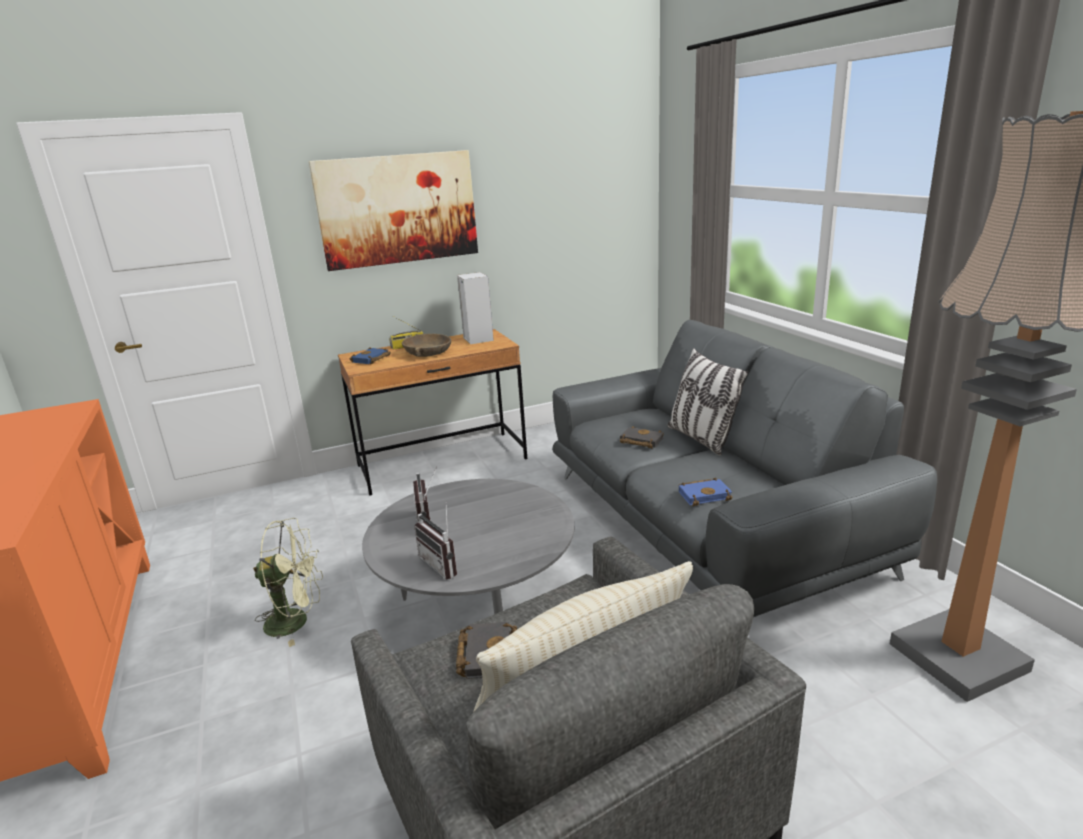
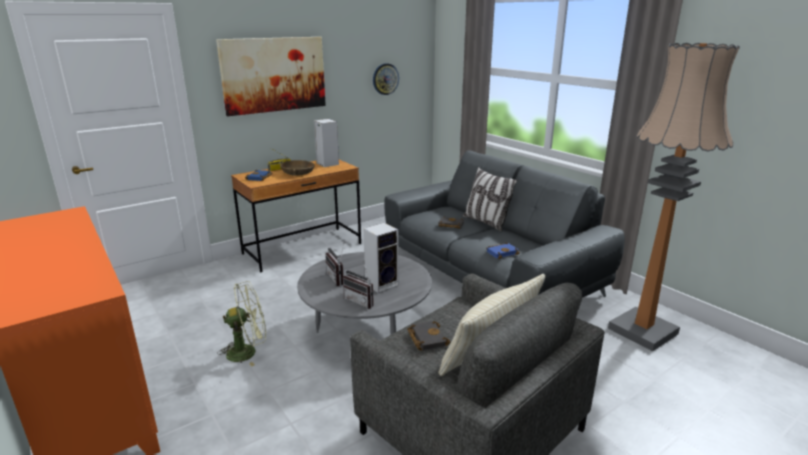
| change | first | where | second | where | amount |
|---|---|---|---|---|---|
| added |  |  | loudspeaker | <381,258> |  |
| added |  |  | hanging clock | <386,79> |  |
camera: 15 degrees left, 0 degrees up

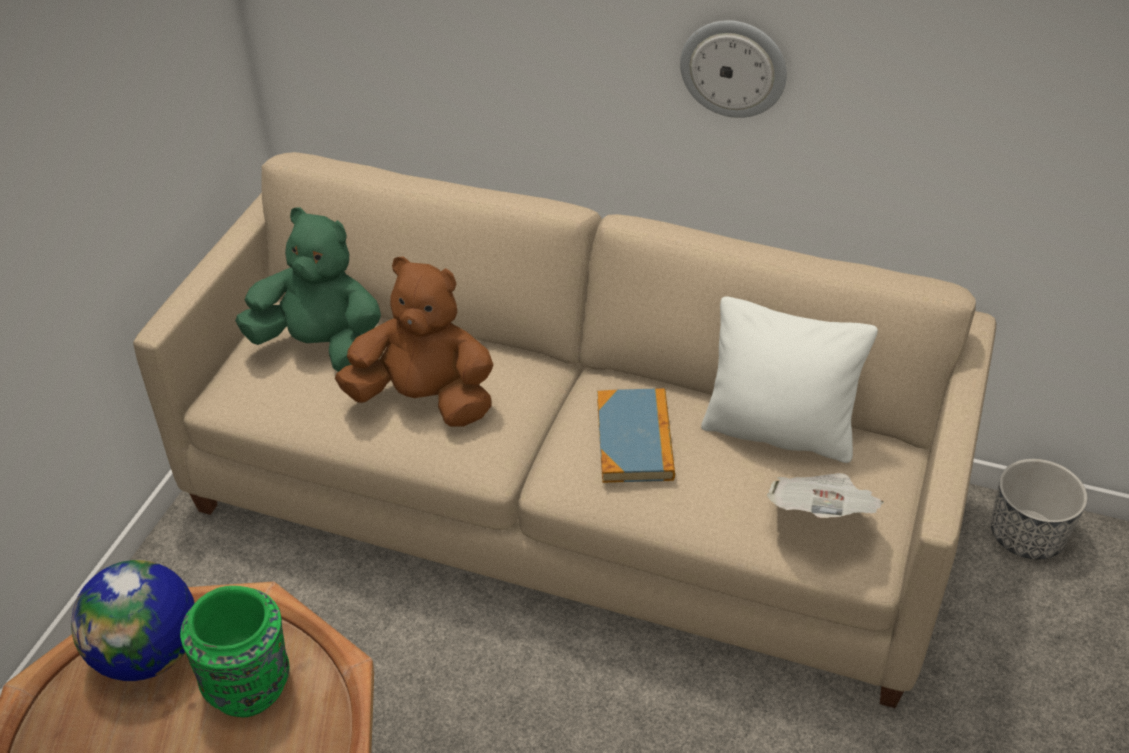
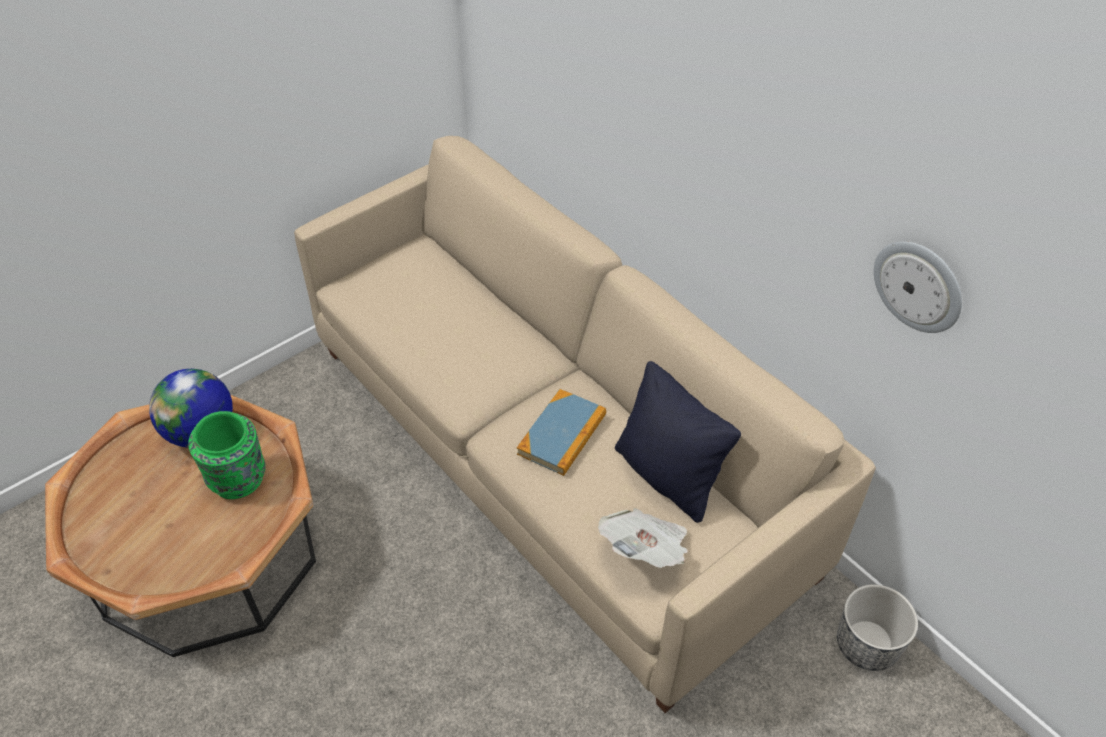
| change | first | where | second | where | amount |
|---|---|---|---|---|---|
| removed | green soft toy | <308,289> |  |  |  |
| removed | brown soft toy | <414,341> |  |  |  |
| moved | hanging clock | <733,69> |  | <918,287> |  |
| recoloured | white-coloured pillow | <789,379> | blackish pillow | <678,442> |  |
camera: 30 degrees right, 5 degrees up

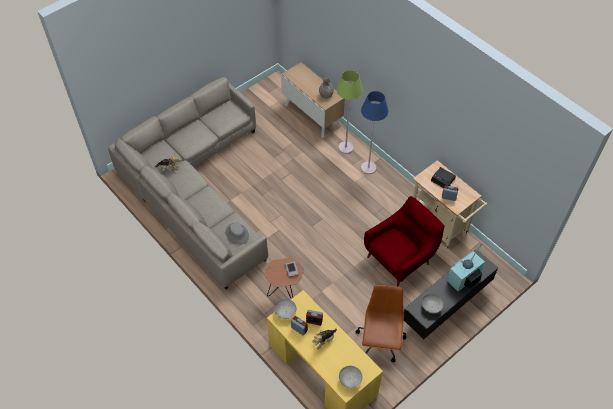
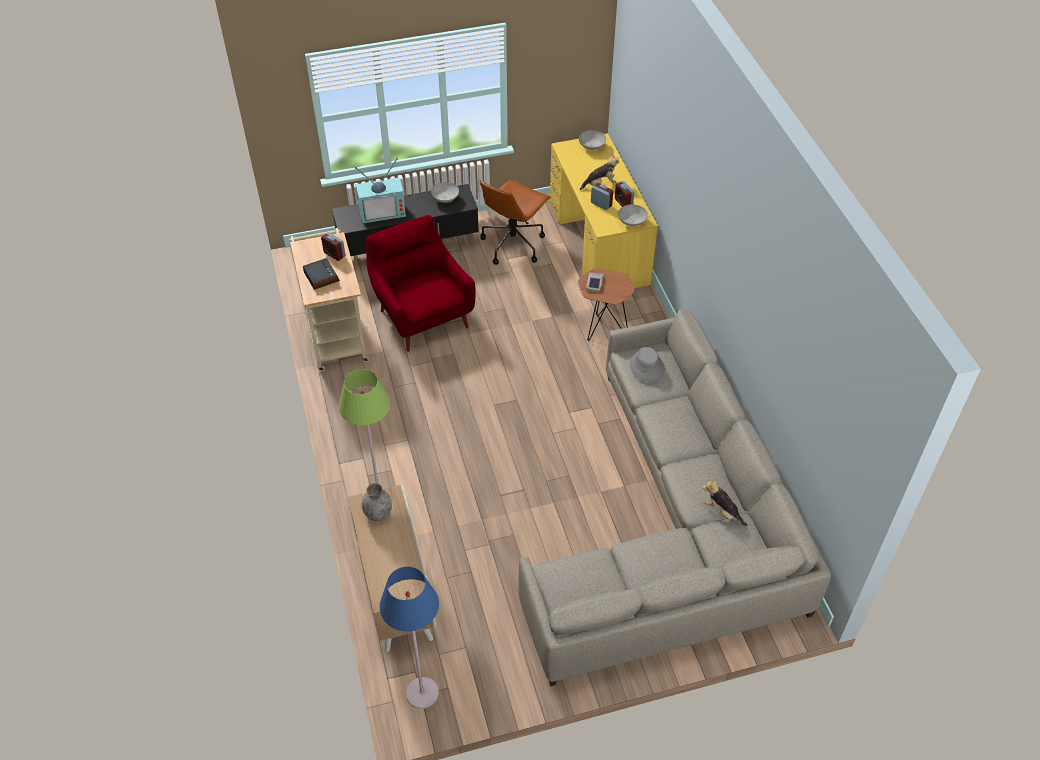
| change | first | where | second | where | amount |
|---|---|---|---|---|---|
| moved | bluish standard lamp | <374,132> |  | <409,638> |  |
| turned | red-coloured lounge chair | <404,241> |  | <421,283> | 75 degrees clockwise |
camera: 155 degrees left, 5 degrees down

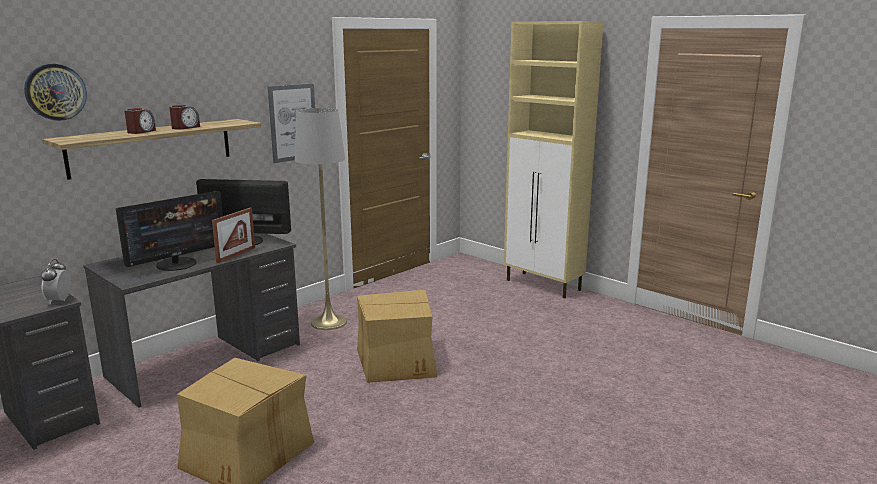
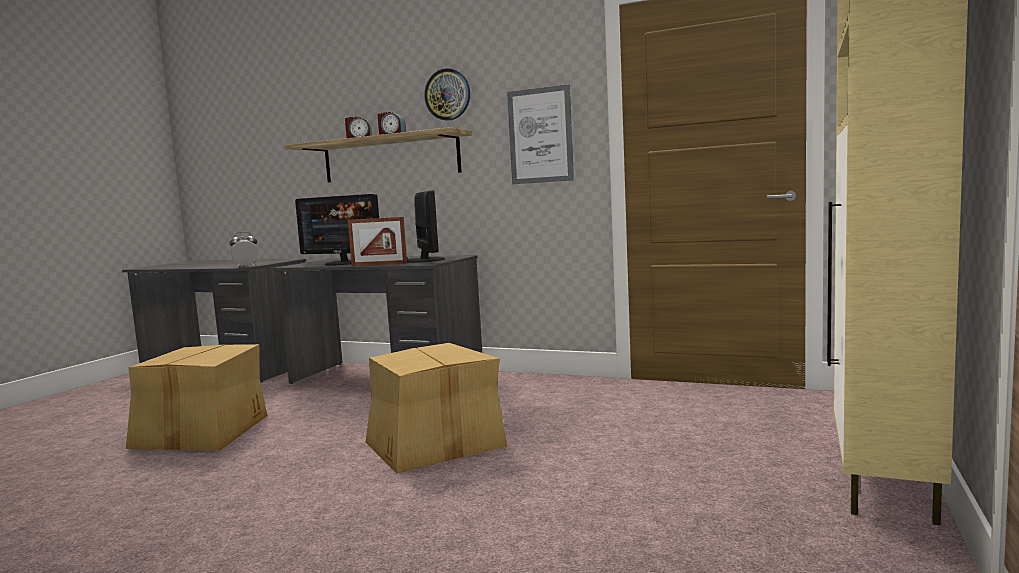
| change | first | where | second | where | amount |
|---|---|---|---|---|---|
| moved | hanging clock | <55,92> |  | <447,94> |  |
| removed | greyish standard lamp | <321,219> |  |  |  |
camera: 70 degrees right, 10 degrees down

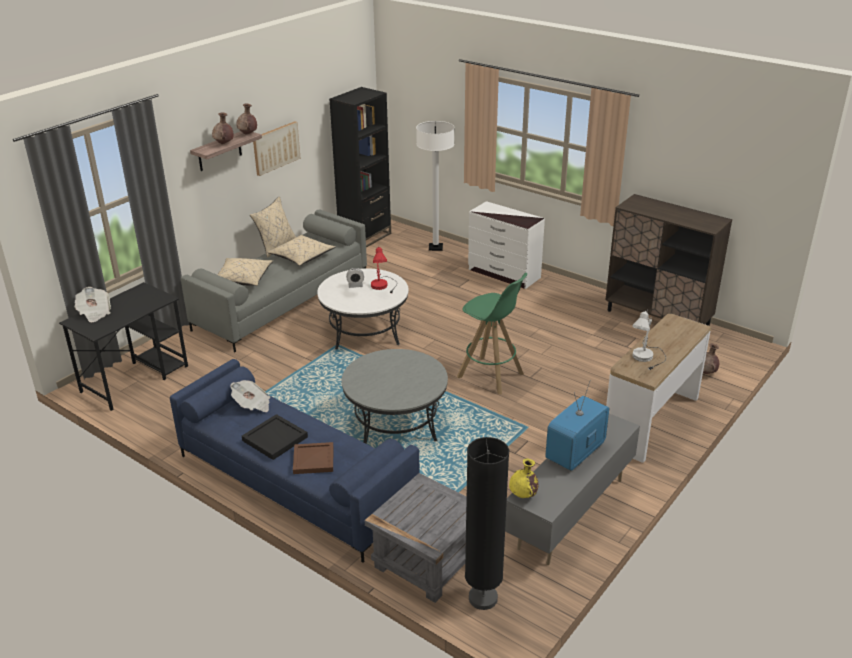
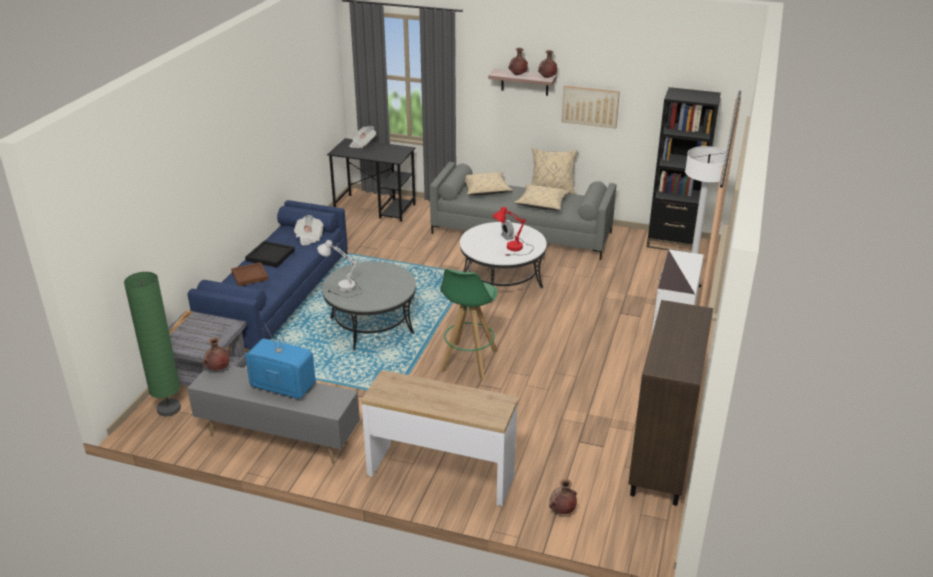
| change | first | where | second | where | amount |
|---|---|---|---|---|---|
| recoloured | blackish standard lamp | <487,523> | green standard lamp | <152,344> |  |
| recoloured | yellowish decorative vase | <523,478> | brown decorative vase | <216,354> |  |
| moved | white-coloured lamp for a table | <649,340> |  | <340,268> |  |
camera: 70 degrees right, 0 degrees up

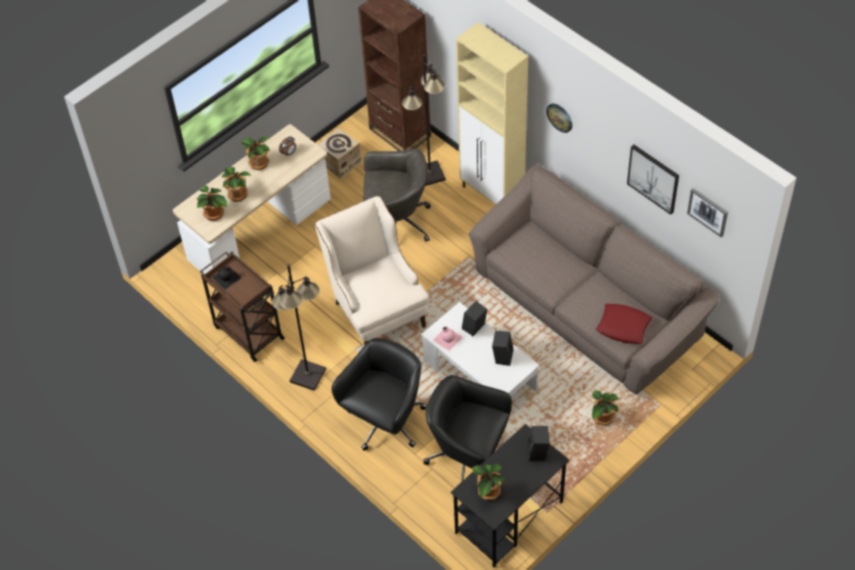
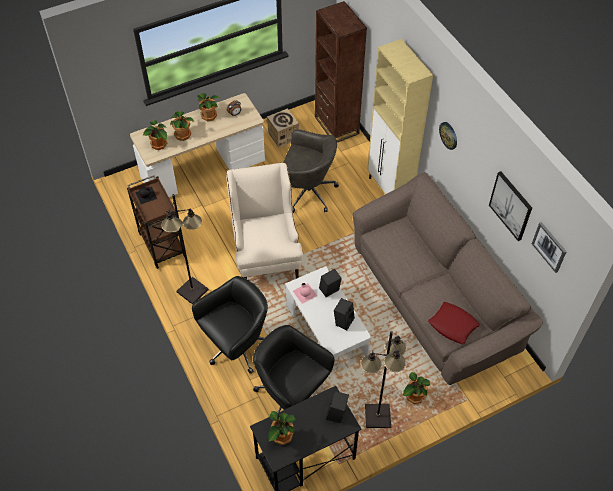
| change | first | where | second | where | amount |
|---|---|---|---|---|---|
| moved | blackish standard lamp | <424,120> |  | <384,379> |  |
camera: 15 degrees right, 0 degrees up

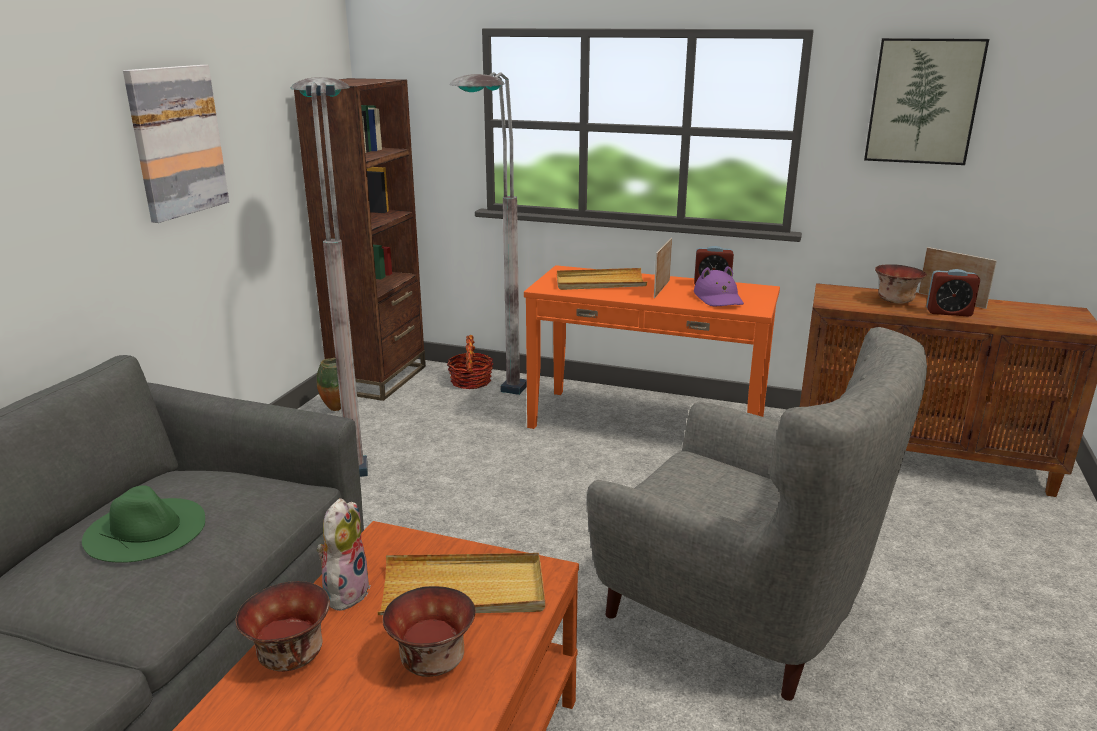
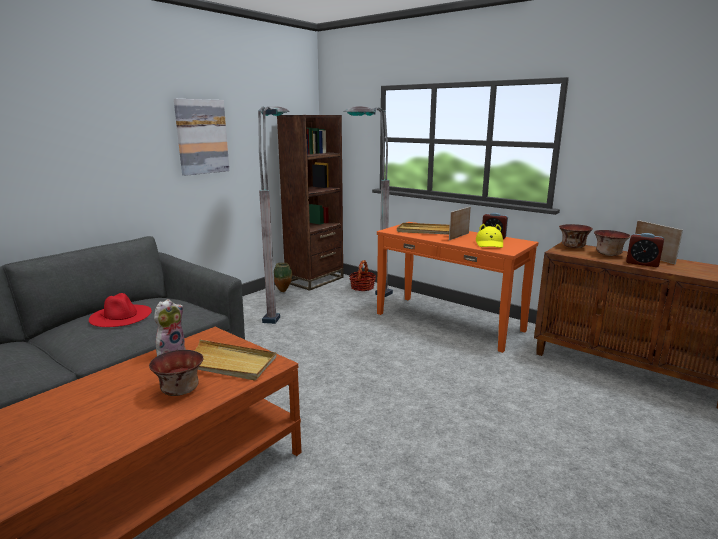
| change | first | where | second | where | amount |
|---|---|---|---|---|---|
| recoloured | green clothing hat | <143,524> | red-coloured clothing hat | <120,310> |  |
| moved | bowl | <282,626> |  | <576,236> |  |
| removed | greyish lounge chair | <757,514> |  |  |  |
| recoloured | purple clothing hat | <719,286> | yellowish clothing hat | <489,236> |  |
| removed | picture | <926,101> |  |  |  |
camera: 20 degrees right, 5 degrees down

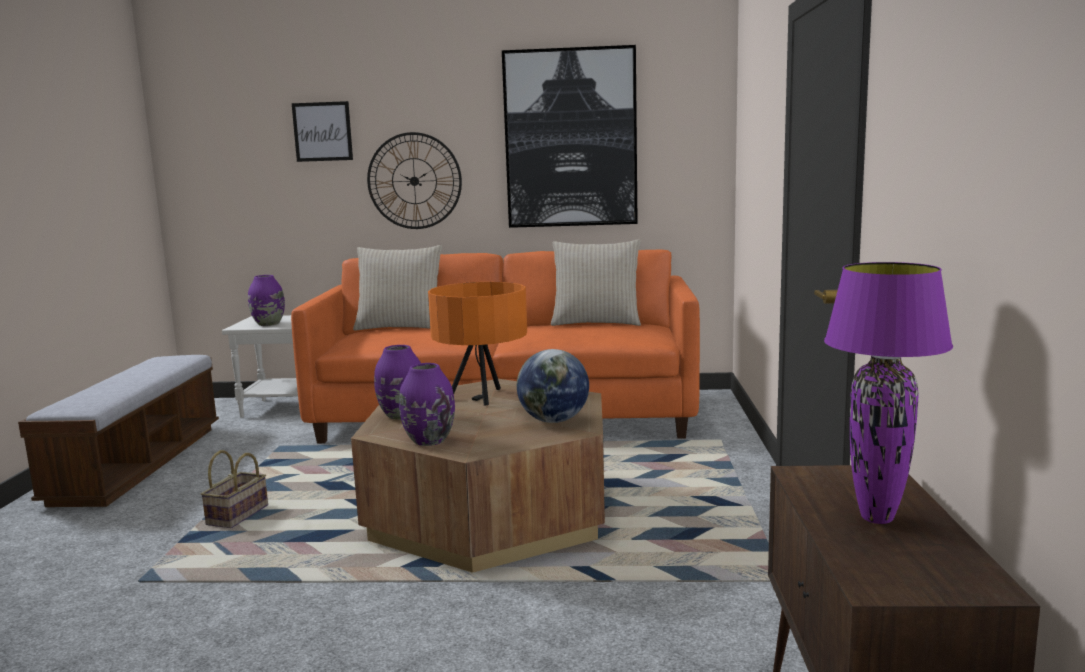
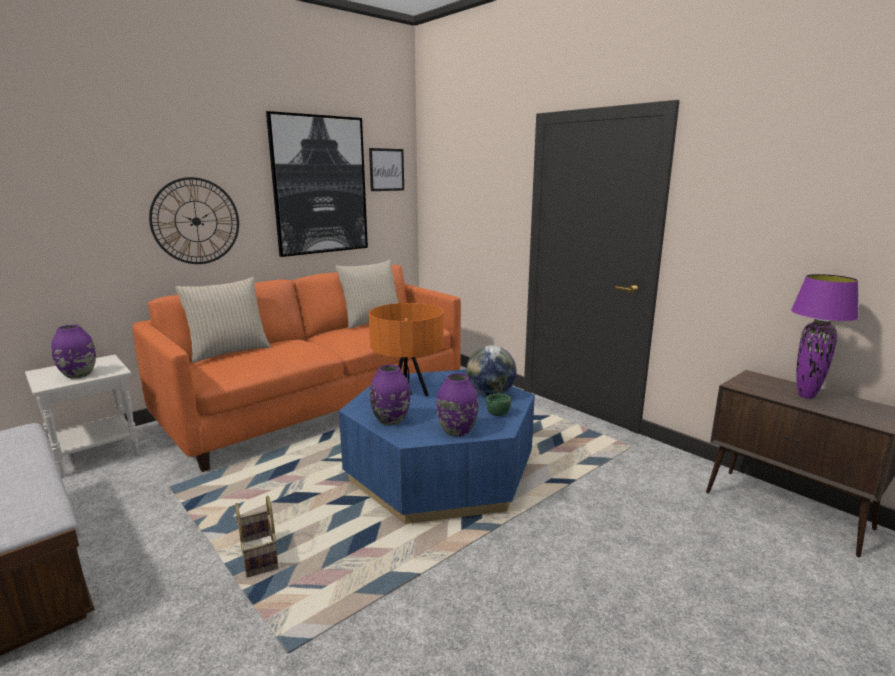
| change | first | where | second | where | amount |
|---|---|---|---|---|---|
| moved | picture | <322,131> |  | <386,169> |  |
| recoloured | brown coffee table | <478,476> | bluish coffee table | <437,446> |  |
| added |  |  | green bowl | <498,404> |  |
camera: 45 degrees left, 5 degrees up

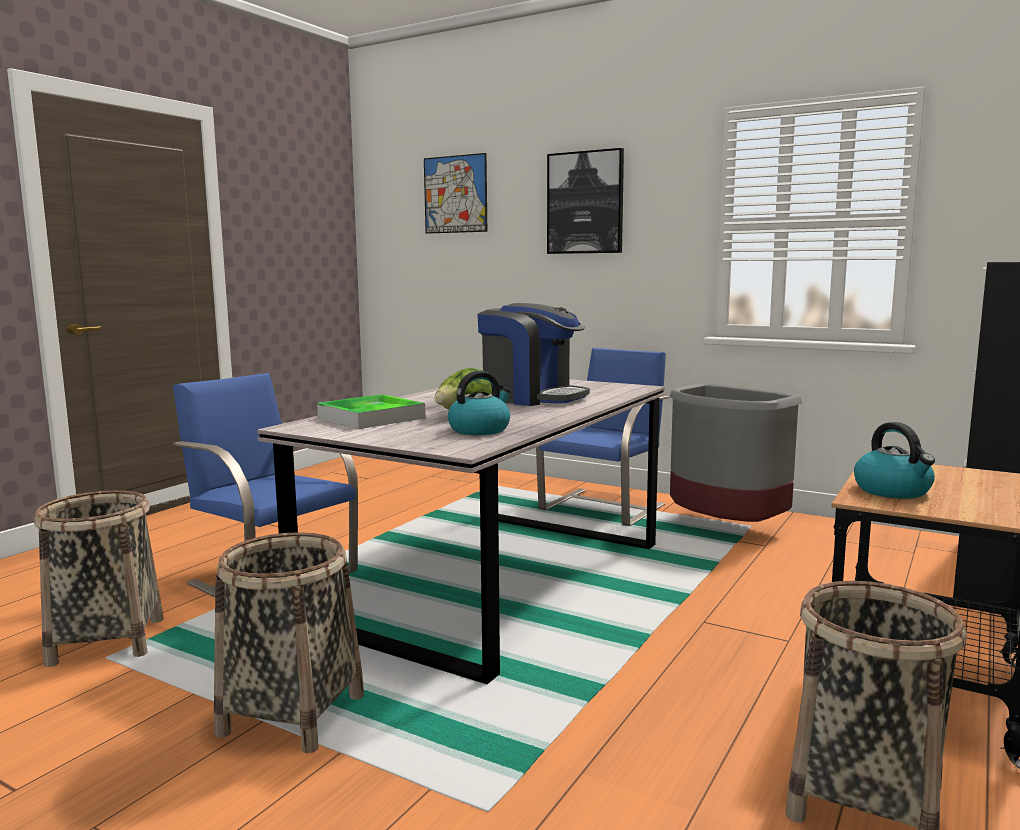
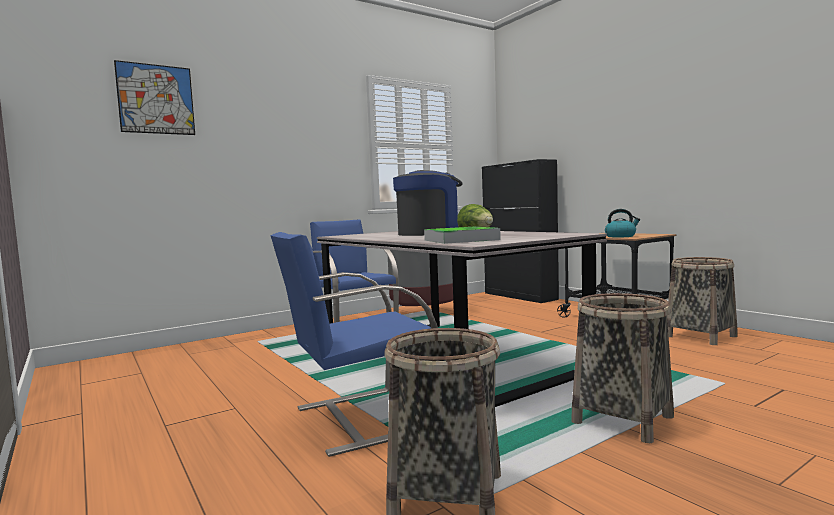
| change | first | where | second | where | amount |
|---|---|---|---|---|---|
| removed | kettle | <479,403> |  |  |  |
| removed | picture | <585,201> |  |  |  |
camera: 65 degrees left, 5 degrees down

